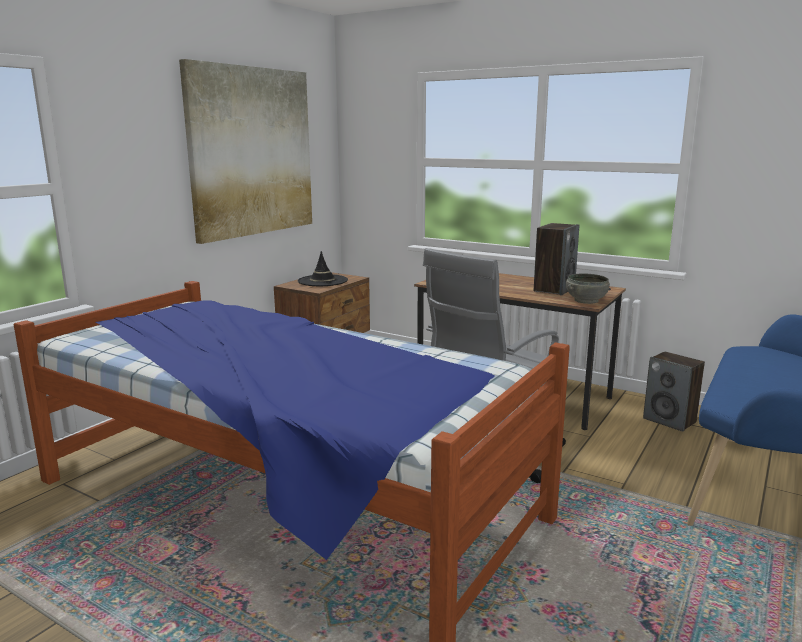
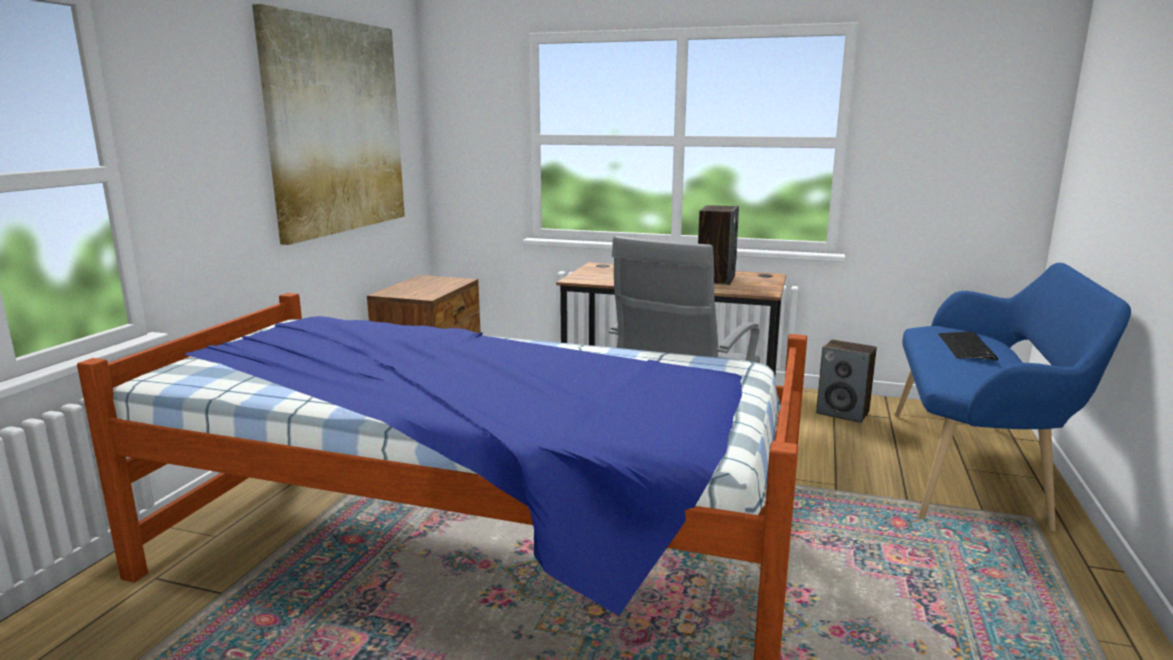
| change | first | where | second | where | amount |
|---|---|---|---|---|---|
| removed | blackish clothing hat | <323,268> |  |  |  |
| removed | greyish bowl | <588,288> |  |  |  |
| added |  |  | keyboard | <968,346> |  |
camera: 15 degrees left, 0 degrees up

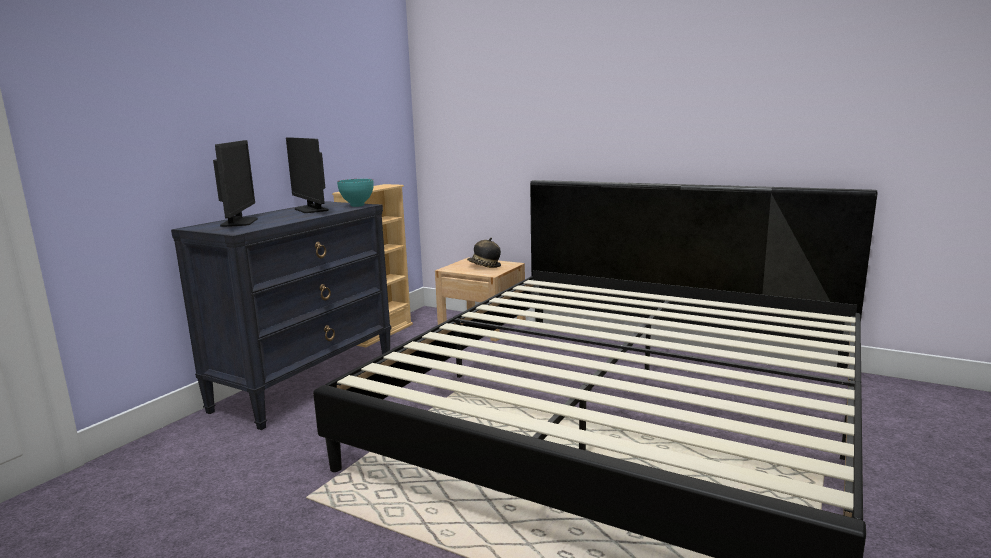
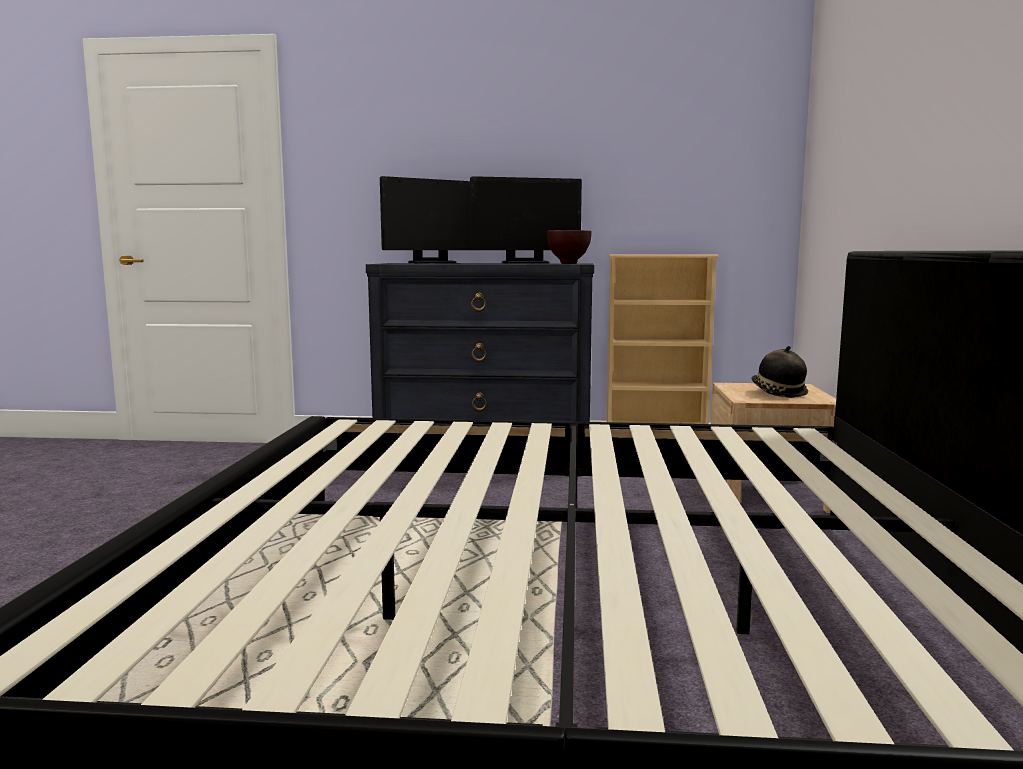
| change | first | where | second | where | amount |
|---|---|---|---|---|---|
| turned | computer display | <307,175> |  | <526,220> | 135 degrees counterclockwise |
| recoloured | blue-green bowl | <355,193> | brown bowl | <569,247> |  |
camera: 65 degrees right, 5 degrees down

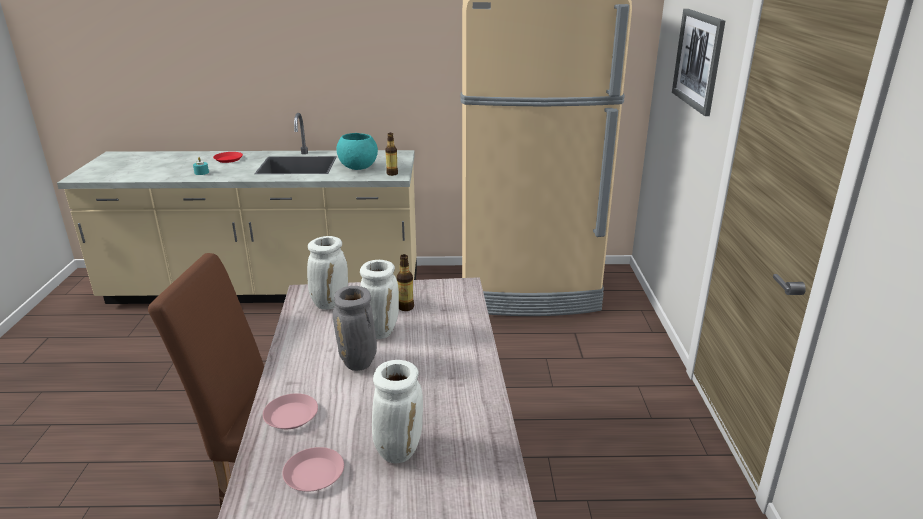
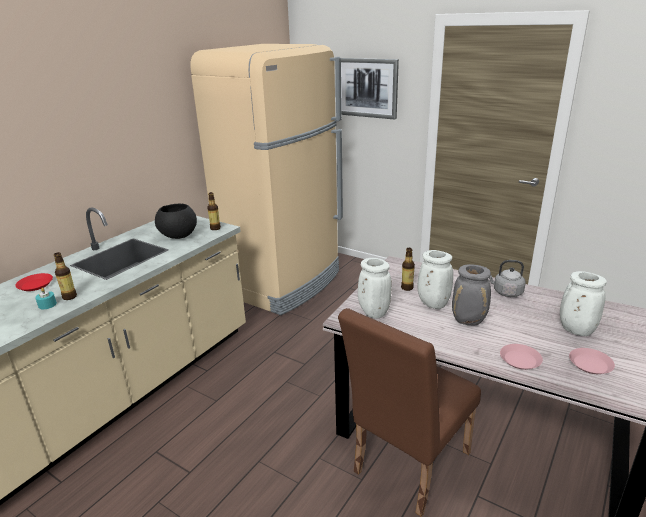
| change | first | where | second | where | amount |
|---|---|---|---|---|---|
| recoloured | blue-green bowl | <357,151> | blackish bowl | <176,221> |  |
| added |  |  | bottle | <65,276> |  |
| added |  |  | greyish kettle | <507,278> |  |
camera: 55 degrees left, 0 degrees up

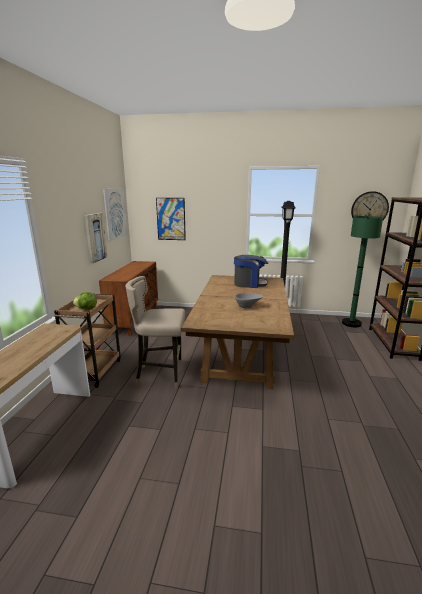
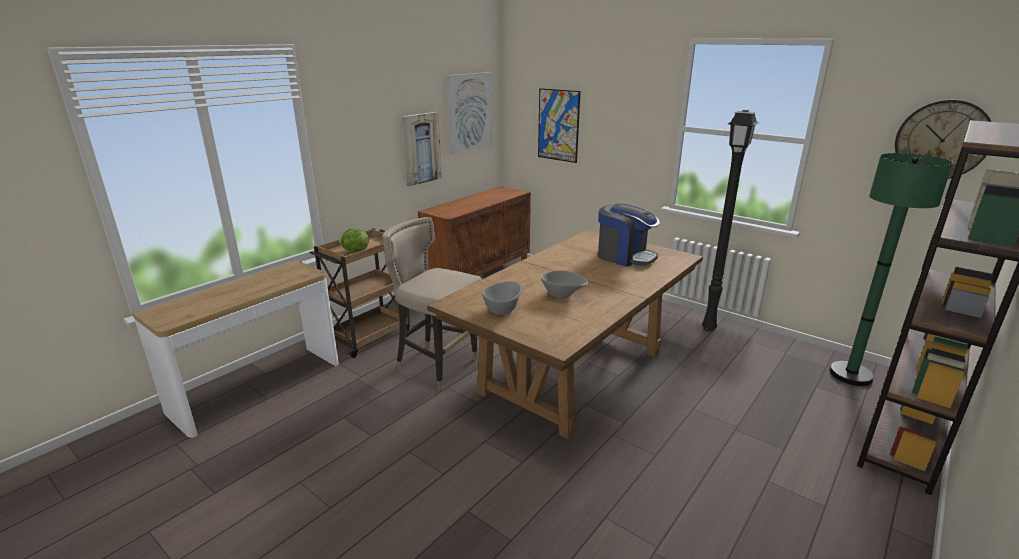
| change | first | where | second | where | amount |
|---|---|---|---|---|---|
| added |  |  | greyish bowl | <502,298> |  |
camera: 30 degrees right, 5 degrees up

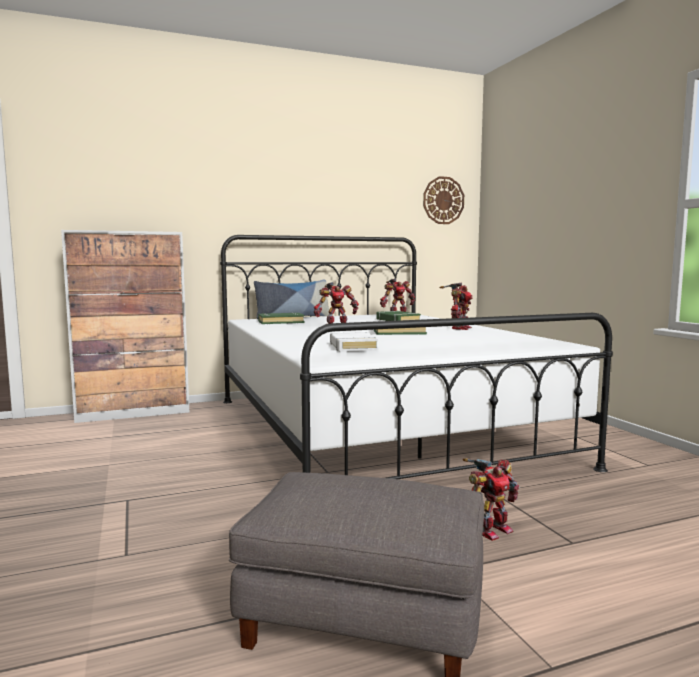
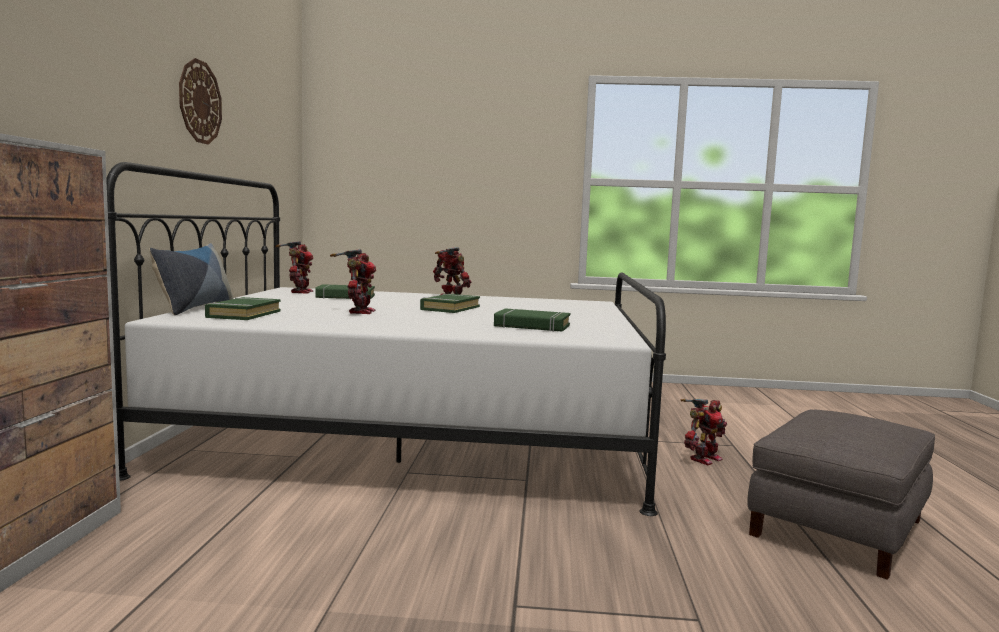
| change | first | where | second | where | amount |
|---|---|---|---|---|---|
| recoloured | white-coloured volume | <354,342> | green volume | <532,320> |  |
| moved | hanging clock | <443,200> |  | <200,101> |  |
| turned | robot figure | <491,499> |  | <704,432> | 60 degrees clockwise |
camera: 65 degrees left, 0 degrees up

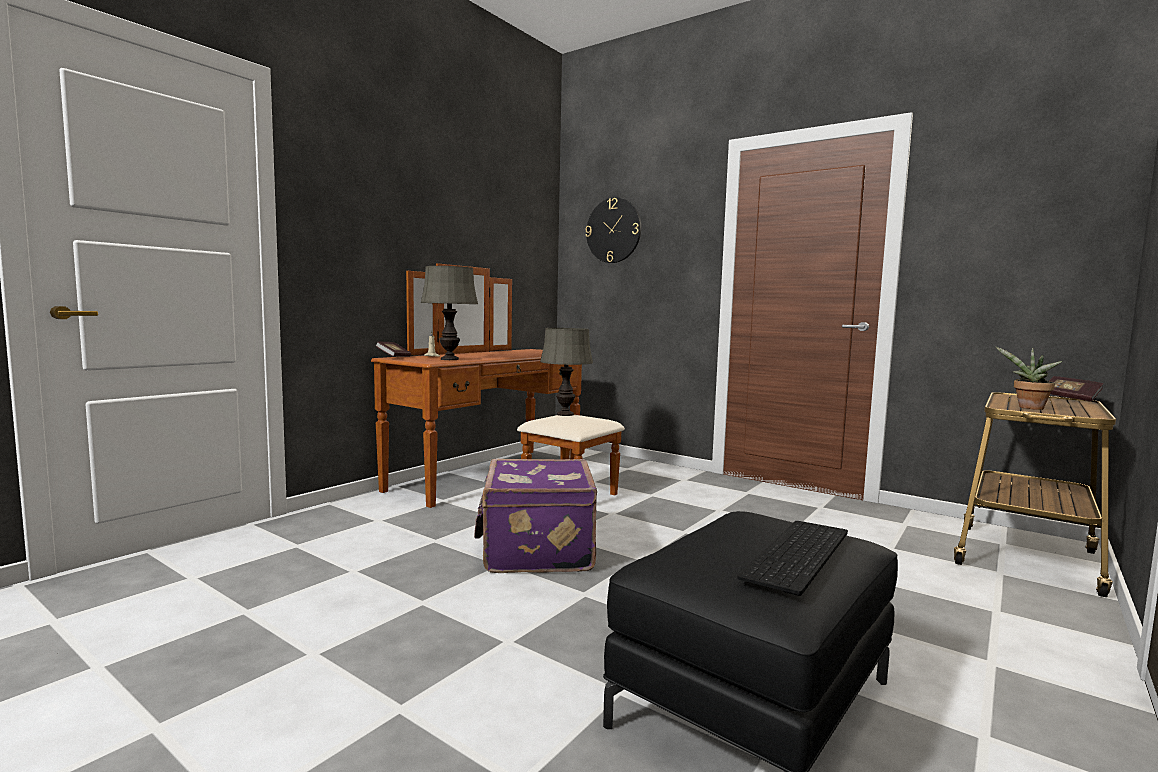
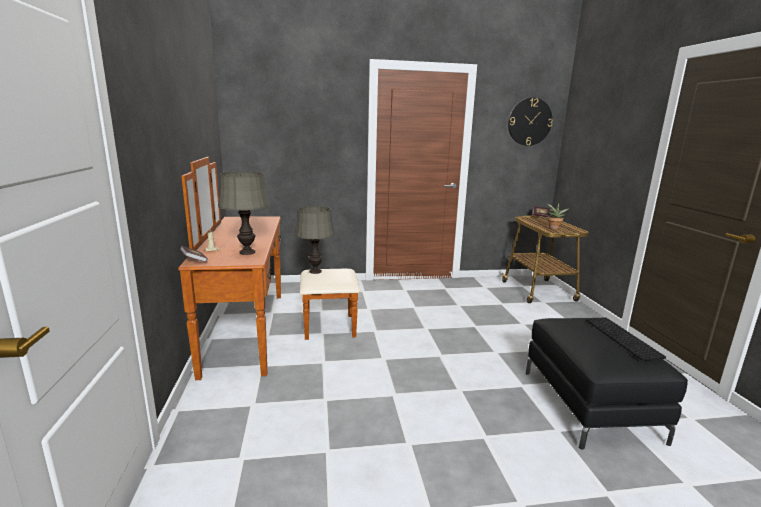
| change | first | where | second | where | amount |
|---|---|---|---|---|---|
| removed | purple piece of luggage | <535,516> |  |  |  |
| moved | hanging clock | <613,230> |  | <530,122> |  |
camera: 45 degrees left, 10 degrees up

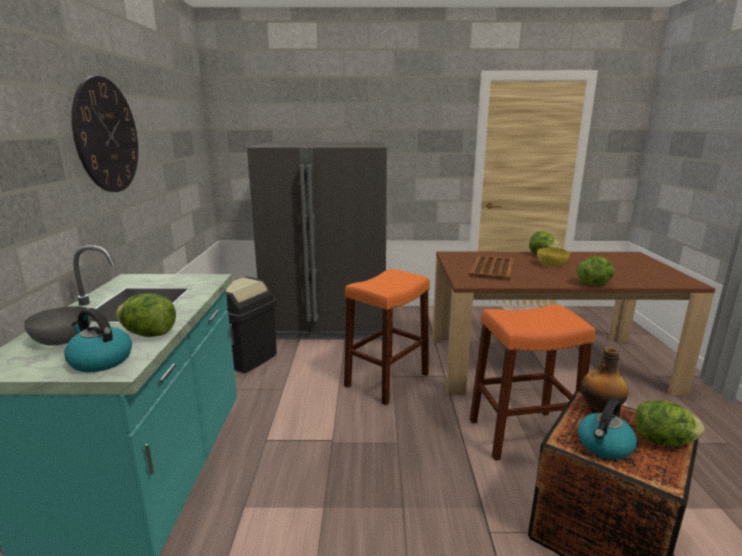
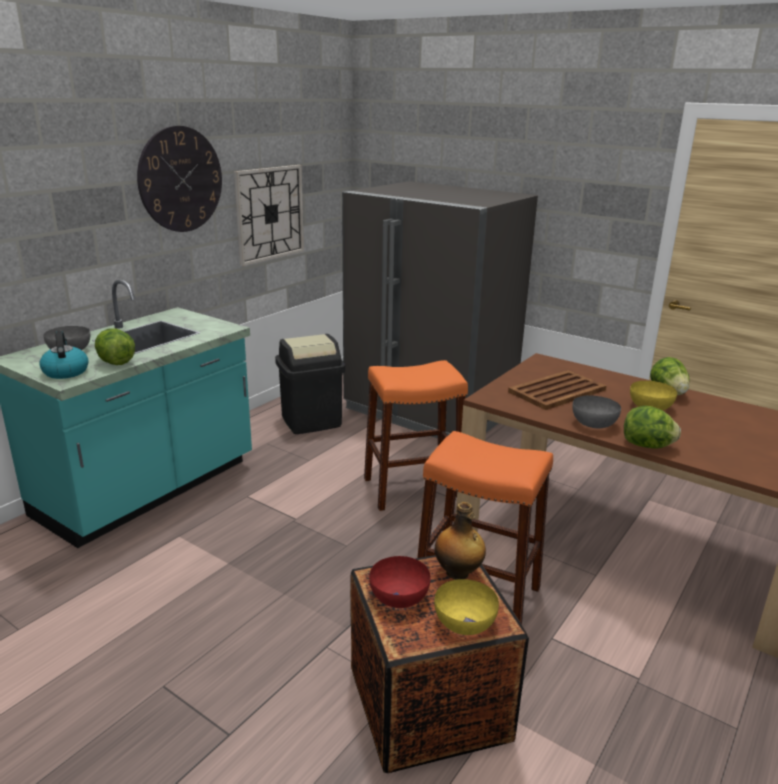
| change | first | where | second | where | amount |
|---|---|---|---|---|---|
| replaced | kettle | <607,429> | red-coloured bowl | <400,582> |  |
| replaced | head of lettuce | <669,423> | yellowish bowl | <466,607> |  |
| added |  |  | hanging clock | <269,215> |  |
| added |  |  | greyish bowl | <596,411> |  |
camera: 35 degrees right, 5 degrees up

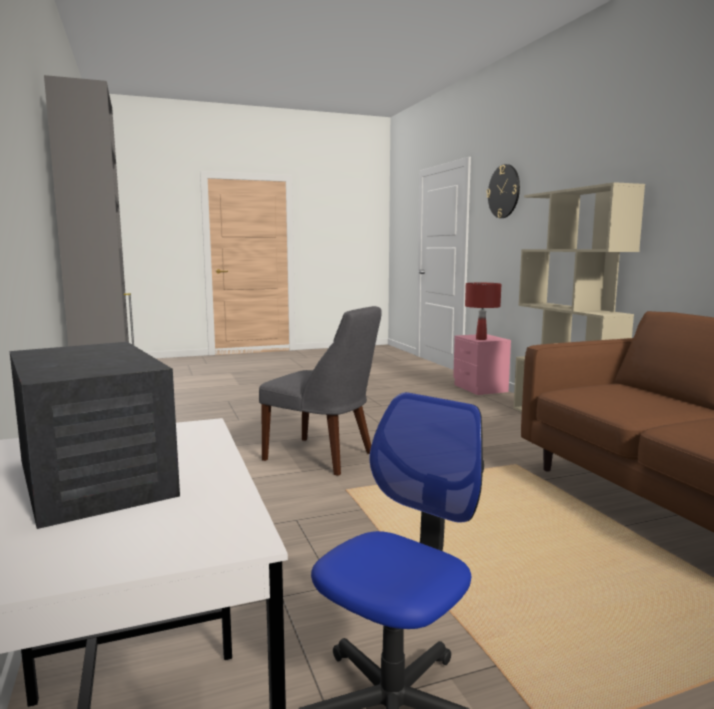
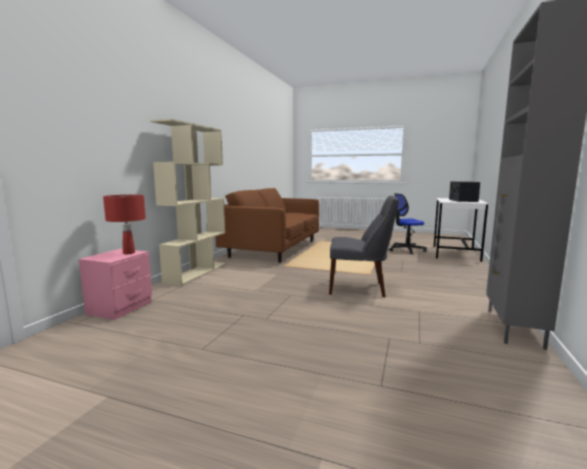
| change | first | where | second | where | amount |
|---|---|---|---|---|---|
| turned | greyish plain chair | <320,391> |  | <364,246> | 120 degrees clockwise |
| removed | hanging clock | <503,191> |  |  |  |
camera: 140 degrees left, 0 degrees up

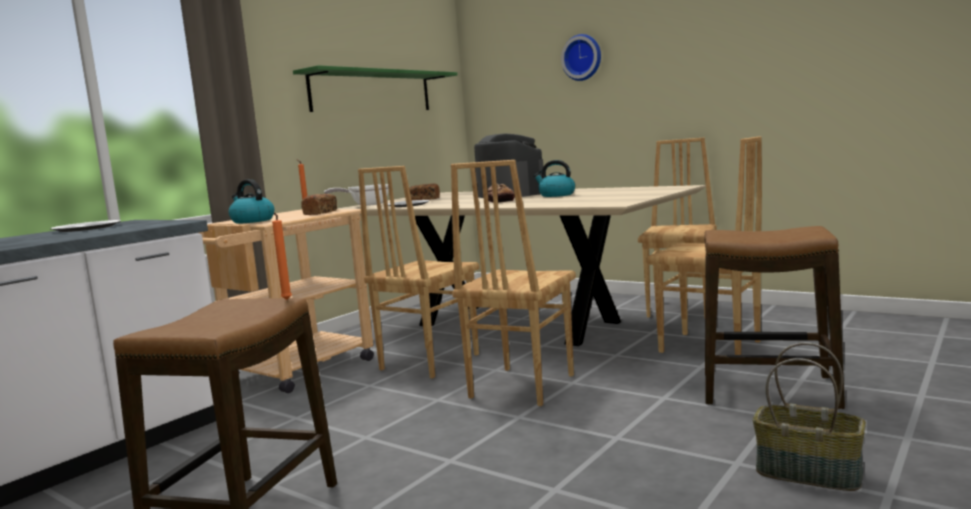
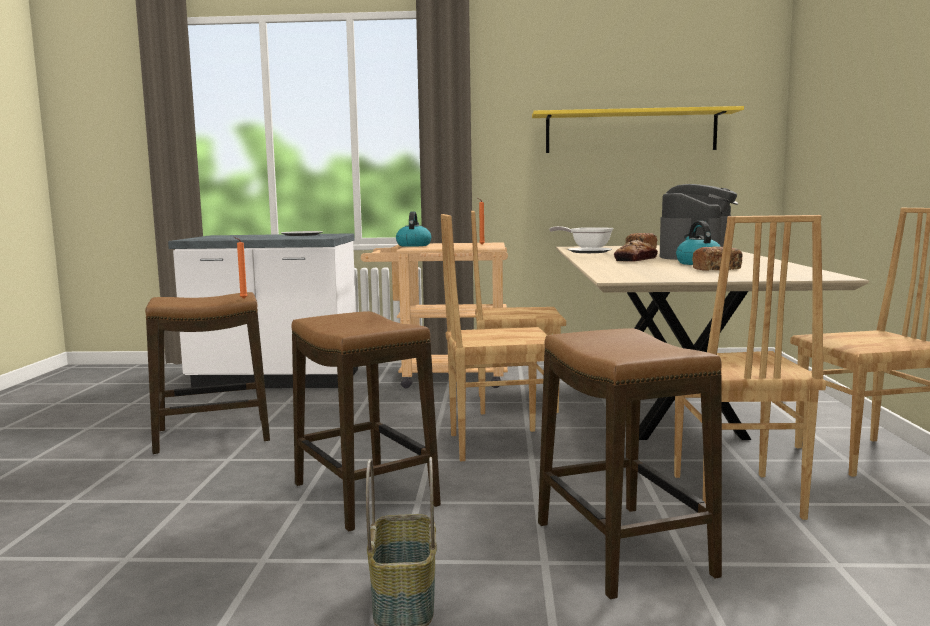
| change | first | where | second | where | amount |
|---|---|---|---|---|---|
| recoloured | green wall shelf | <375,88> | yellowish wall shelf | <638,129> |  |
| moved | bakery bread | <319,204> |  | <717,258> |  |
| removed | hanging clock | <581,57> |  |  |  |
| added |  |  | stool seat | <366,421> |  |
camera: 55 degrees right, 0 degrees up

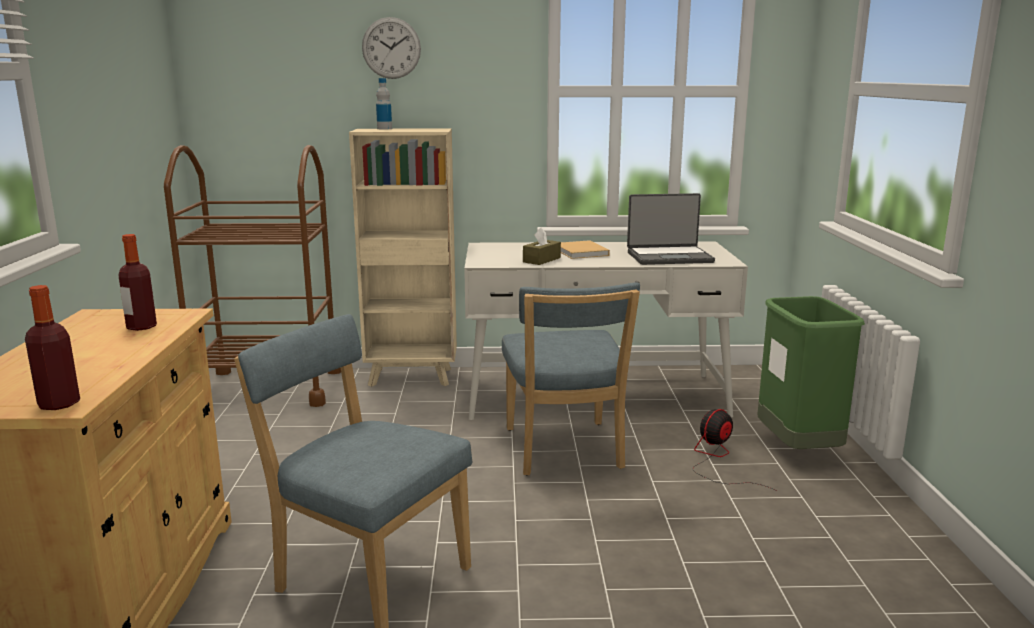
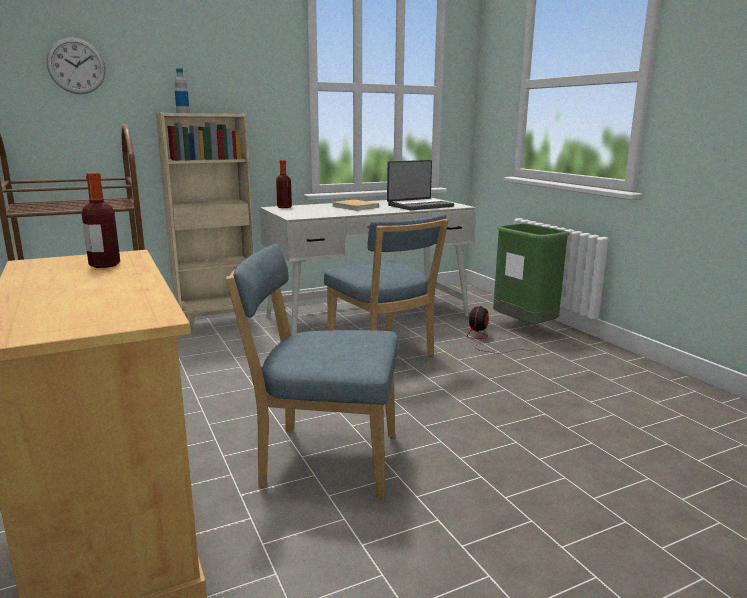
| change | first | where | second | where | amount |
|---|---|---|---|---|---|
| moved | bottle | <52,347> |  | <284,184> |  |
| moved | hanging clock | <391,48> |  | <76,65> |  |
| removed | brown box of tissues | <542,246> |  |  |  |
camera: 25 degrees left, 0 degrees up

